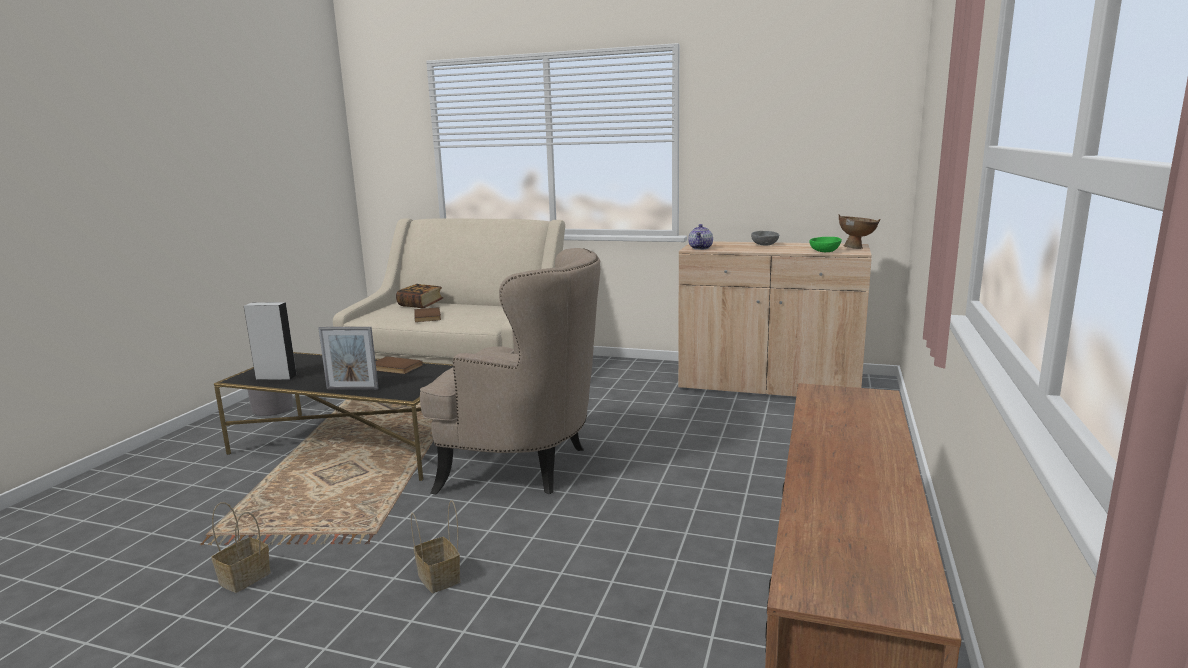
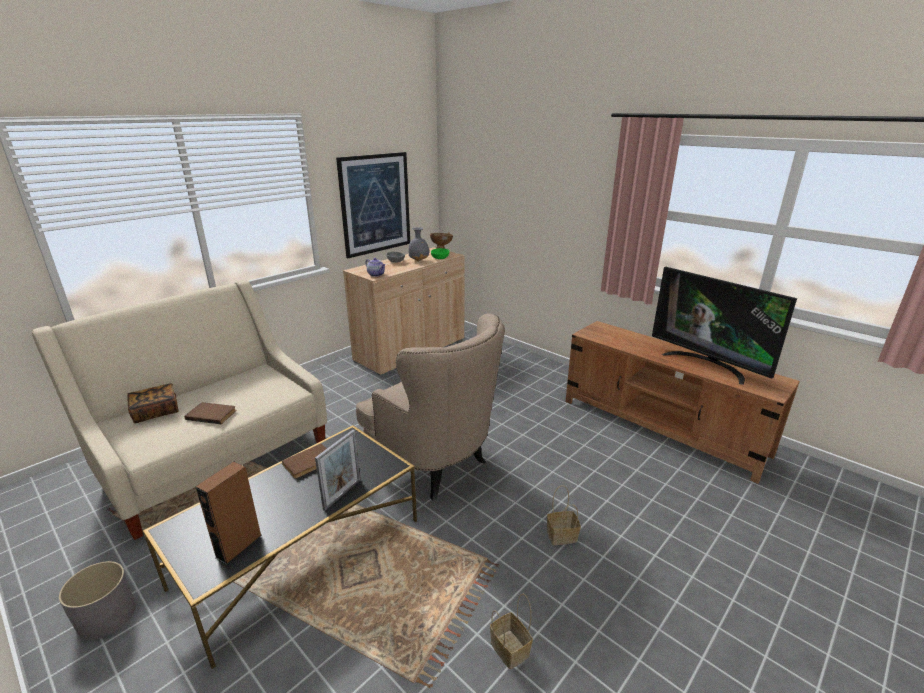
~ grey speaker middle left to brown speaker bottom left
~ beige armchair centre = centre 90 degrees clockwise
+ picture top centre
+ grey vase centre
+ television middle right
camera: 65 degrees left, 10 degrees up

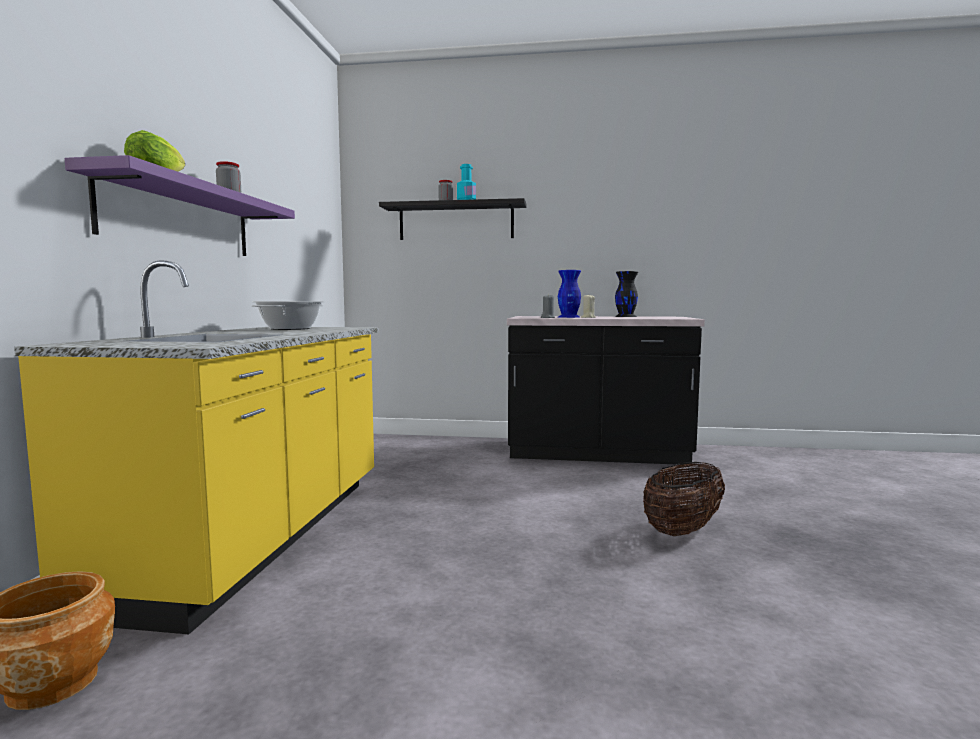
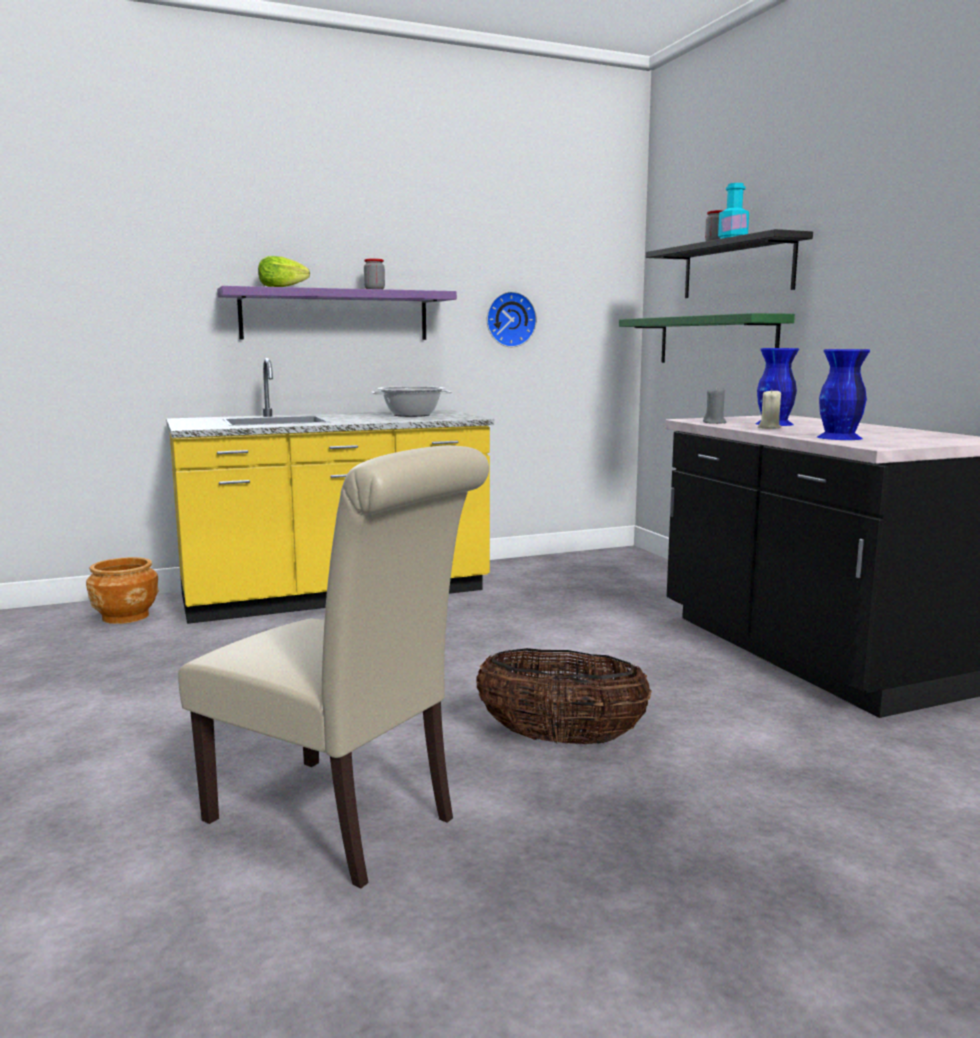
- black vase centre
+ beige chair centre
+ wall clock top centre
+ green shelf top right
+ blue vase (no. 2 from left) middle right
camera: 60 degrees right, 5 degrees up

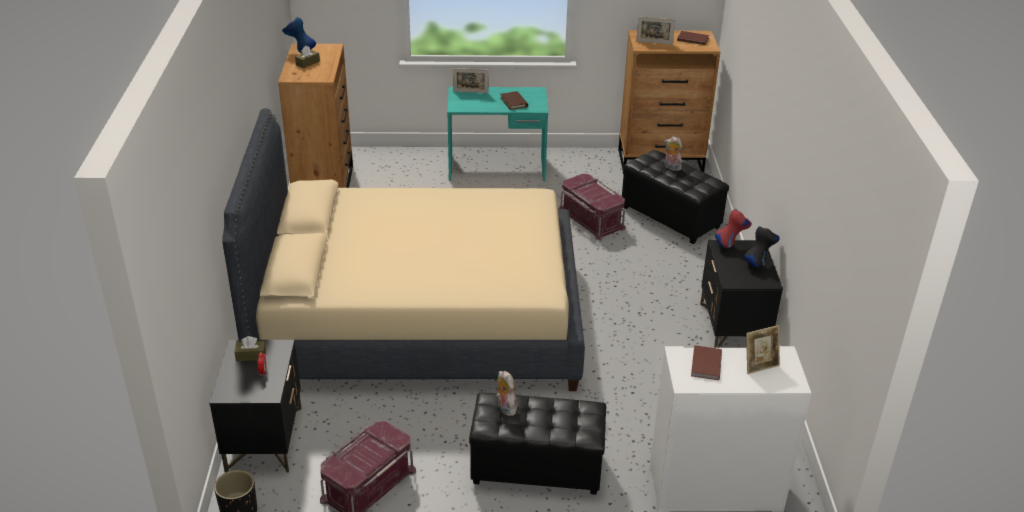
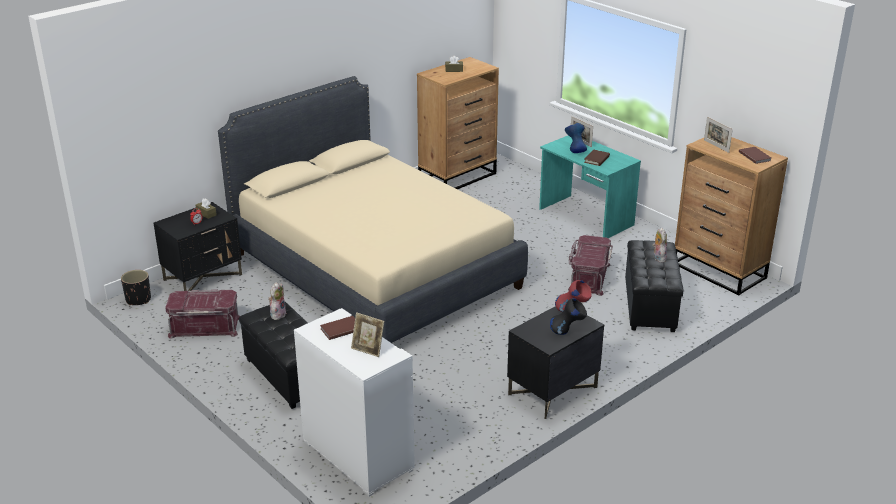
~ blue vase top left to top centre
camera: 50 degrees right, 5 degrees down

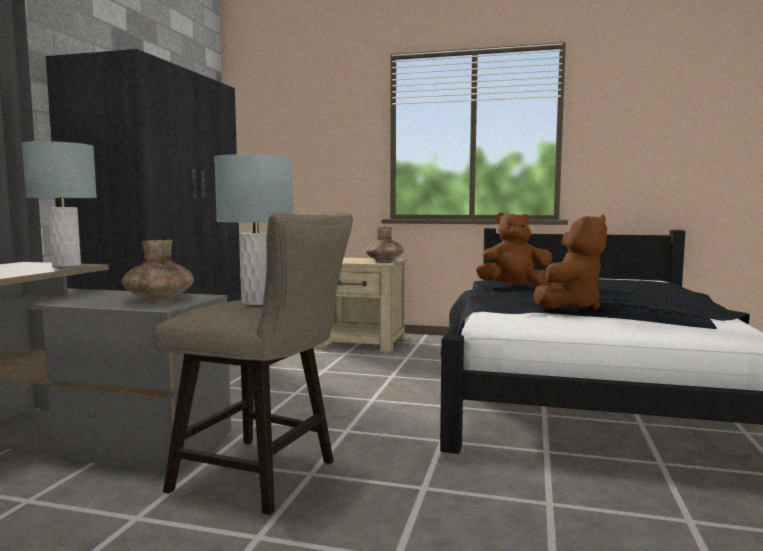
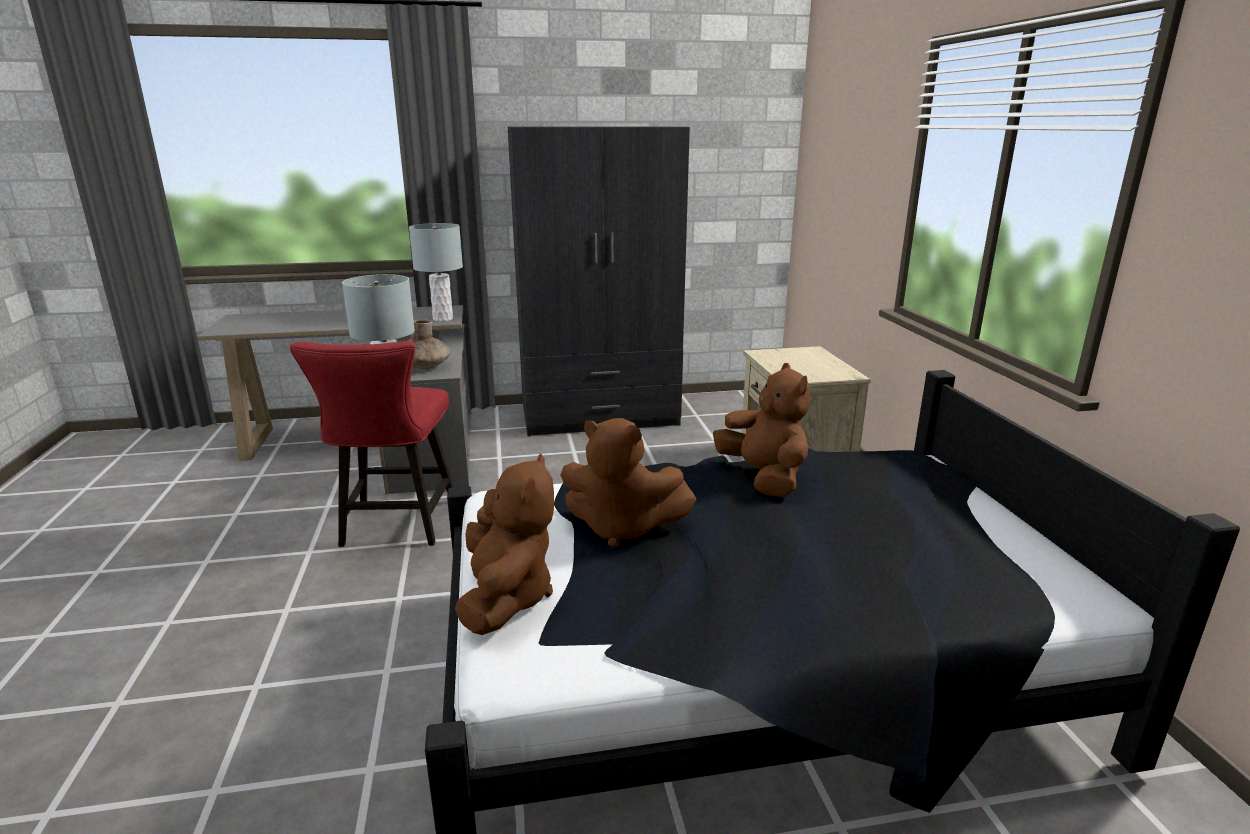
~ beige stool middle left to red stool middle left
- brown vase (no. 2 from left) centre
+ brown plush toy (no. 1 from left) centre
camera: 65 degrees right, 15 degrees up

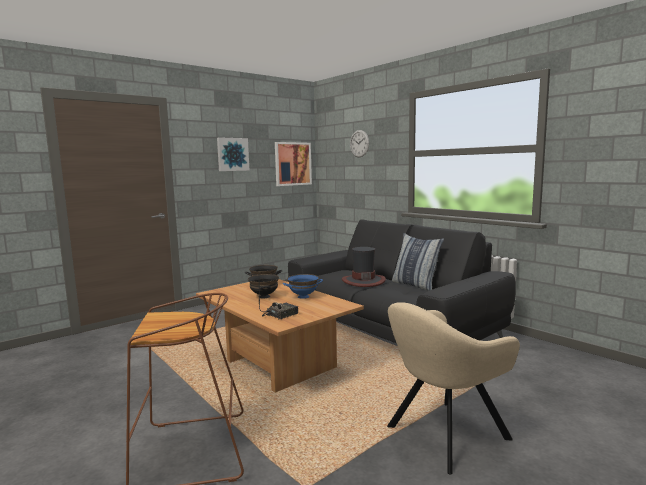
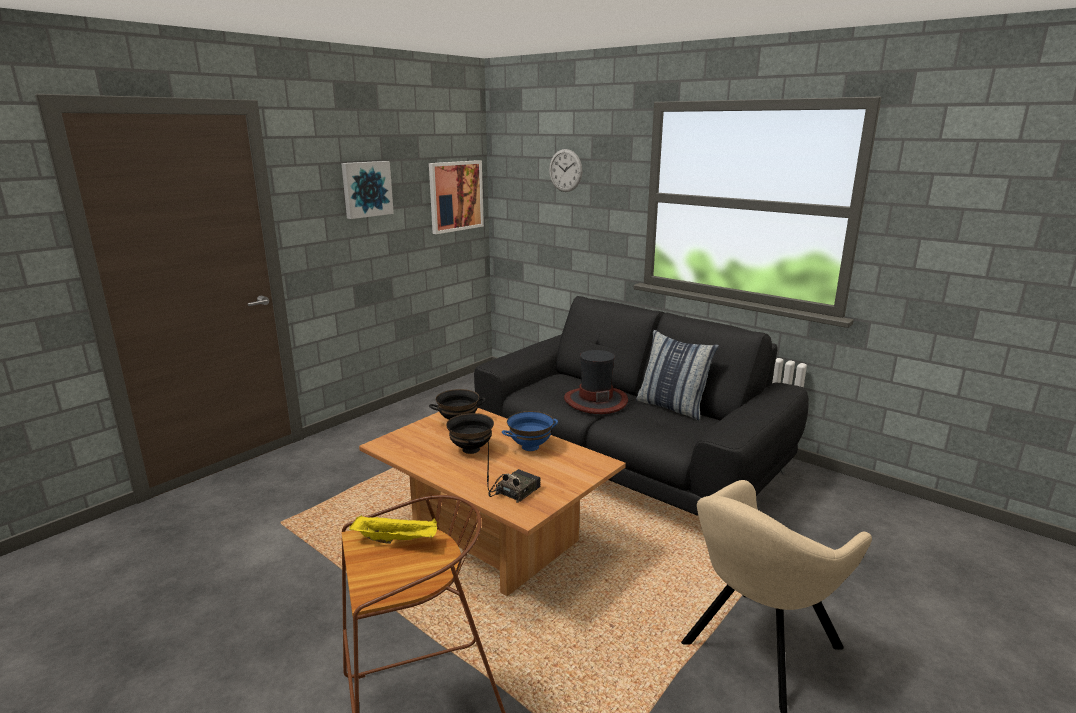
+ yellow tray bottom centre
camera: 10 degrees left, 10 degrees up

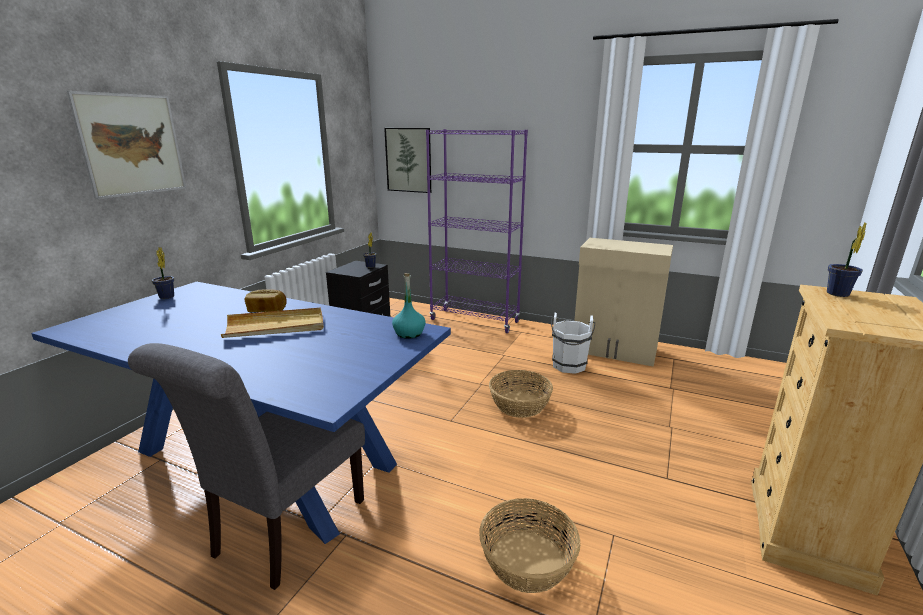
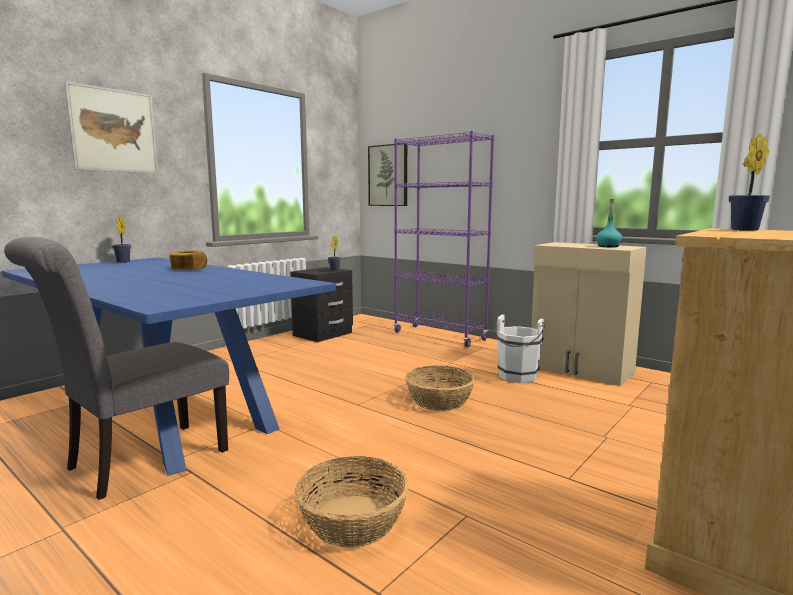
- beige tray middle left
~ turquoise bottle centre to middle right
camera: 15 degrees right, 10 degrees down

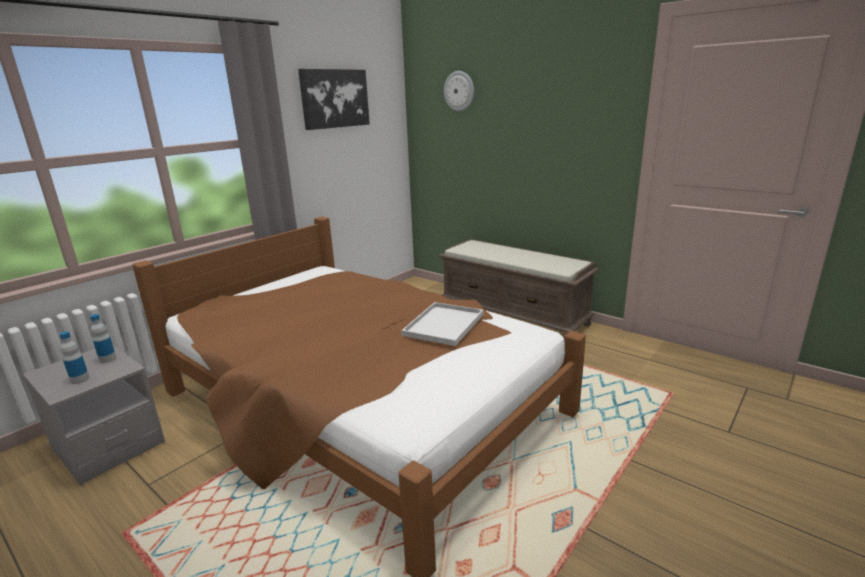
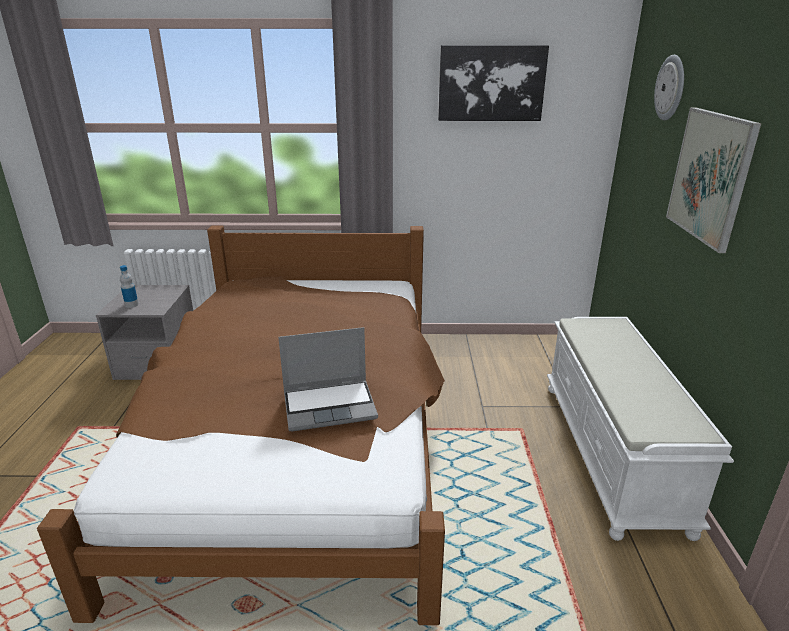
- bottle (no. 2 from left) middle left
~ white tray centre to laptop centre
~ brown bench centre to white bench bottom right
+ picture (no. 2 from left) top right
camera: 50 degrees right, 5 degrees up

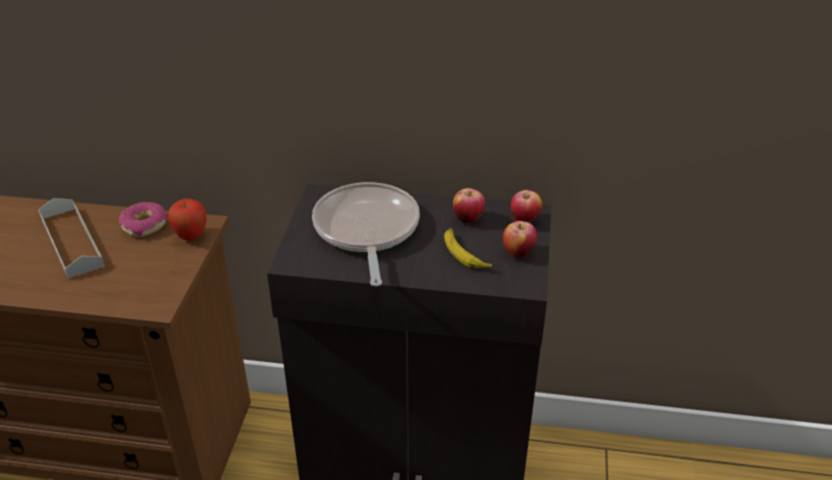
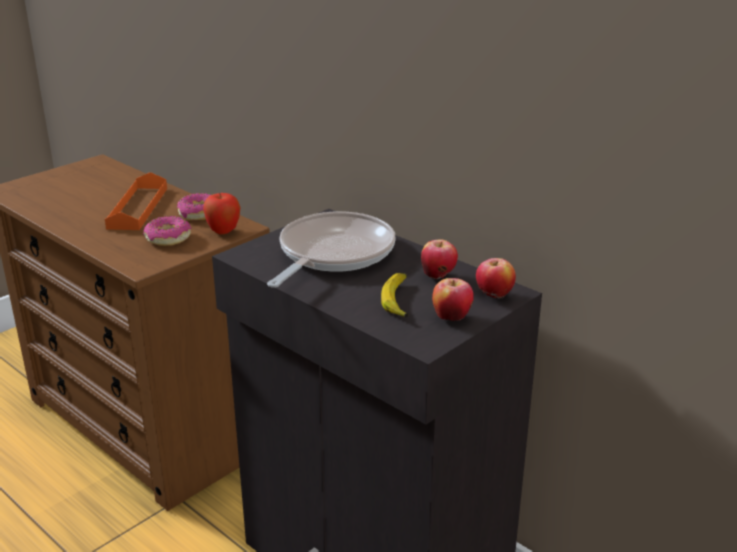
~ grey tray middle left to orange tray middle left
+ donut (no. 1 from left) middle left
camera: 35 degrees right, 10 degrees down

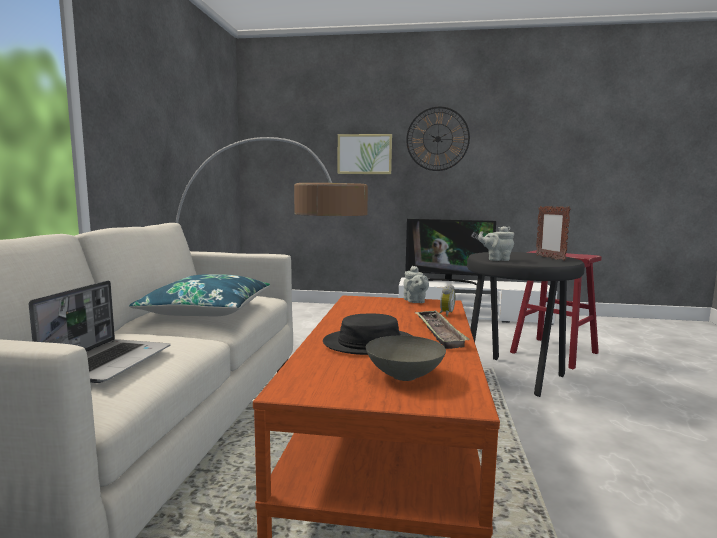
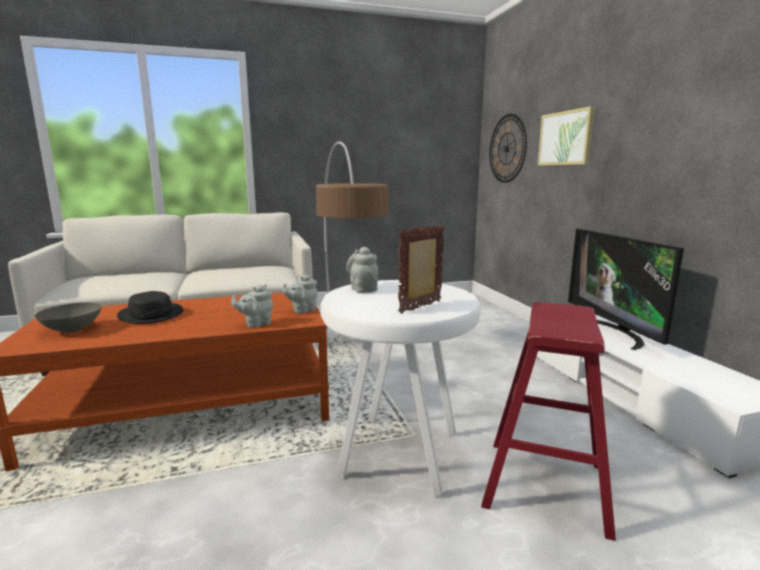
- laptop middle left
- blue pillow middle left
~ wall clock top centre to top right
- tray centre
~ alarm clock centre to grey teapot (no. 1 from left) middle left
~ black stool middle right to white stool bottom centre
camera: 65 degrees right, 5 degrees up

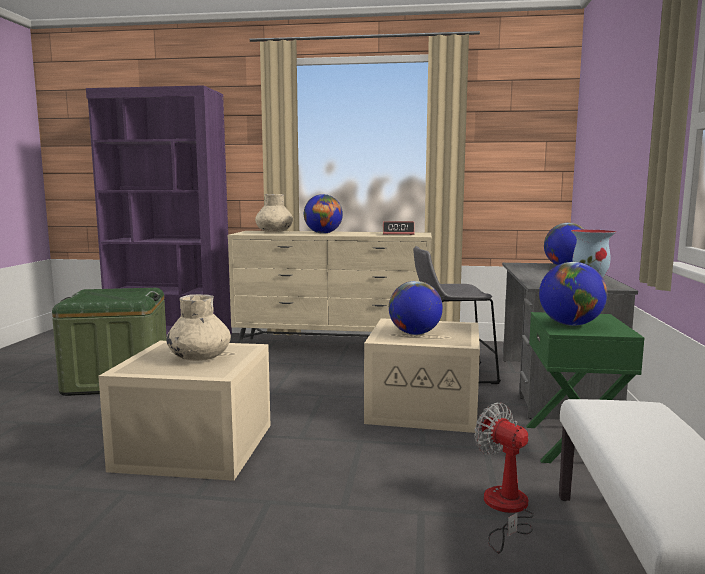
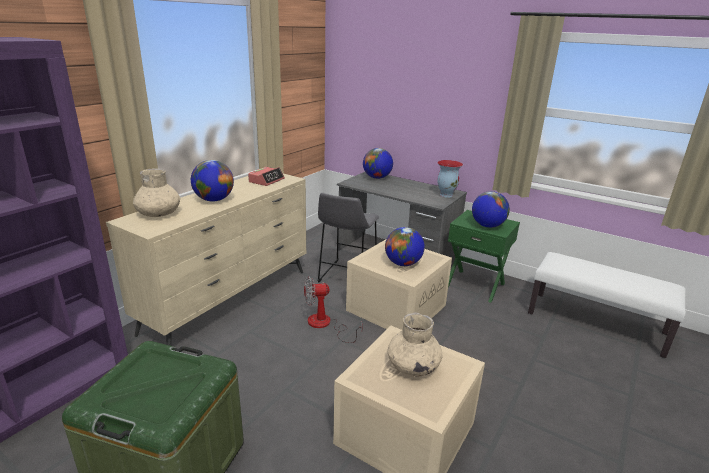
~ fan bottom right to centre
camera: 65 degrees left, 15 degrees up

